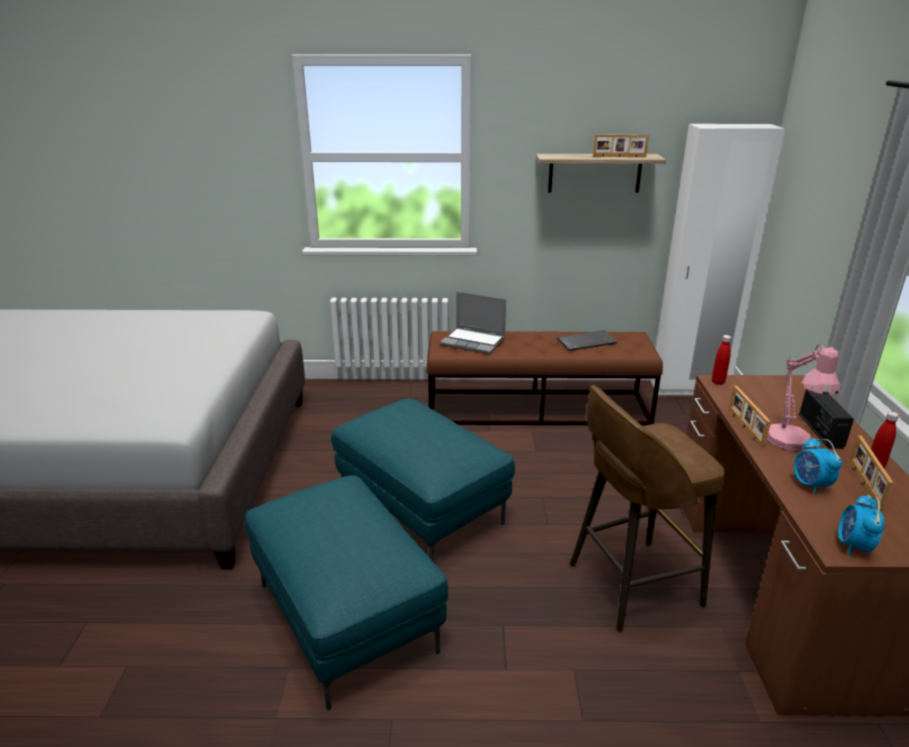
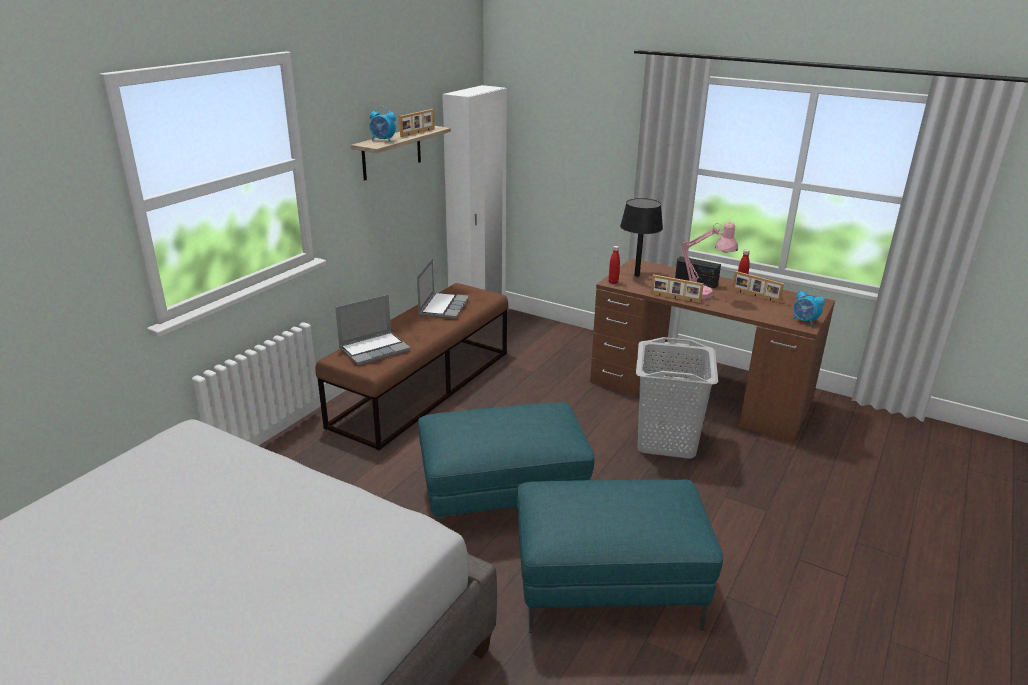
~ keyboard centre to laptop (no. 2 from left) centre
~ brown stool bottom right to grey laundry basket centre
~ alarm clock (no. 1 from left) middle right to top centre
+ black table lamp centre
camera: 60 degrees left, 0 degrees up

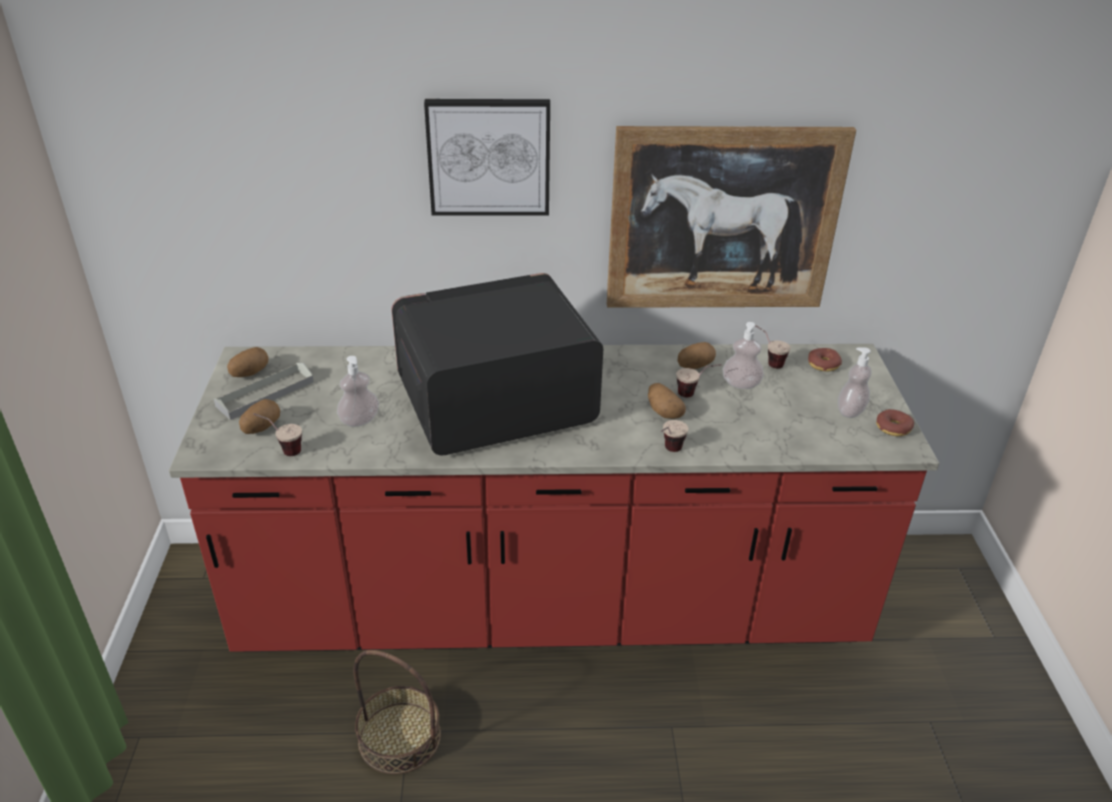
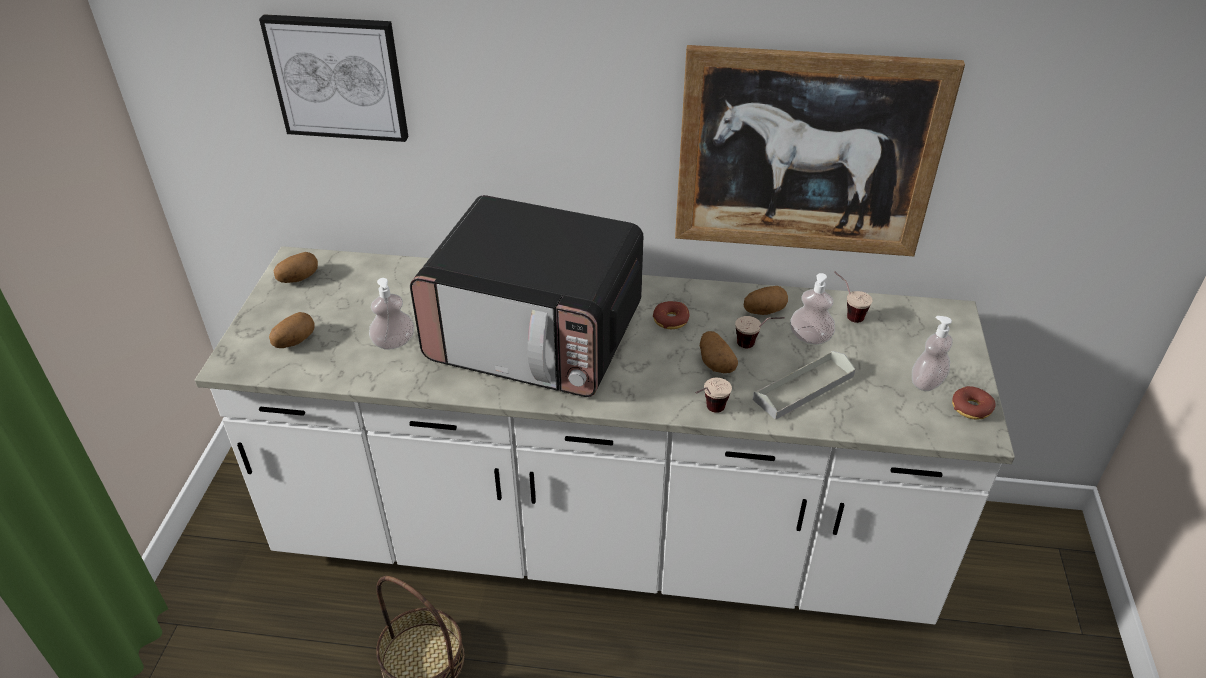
~ red counter centre to white counter centre
~ grey tray middle left to middle right
- cup (no. 1 from left) middle left
~ microwave centre = centre 150 degrees counterclockwise
~ picture (no. 1 from left) top centre to top left
~ donut (no. 1 from left) middle right to centre
camera: 10 degrees right, 5 degrees up

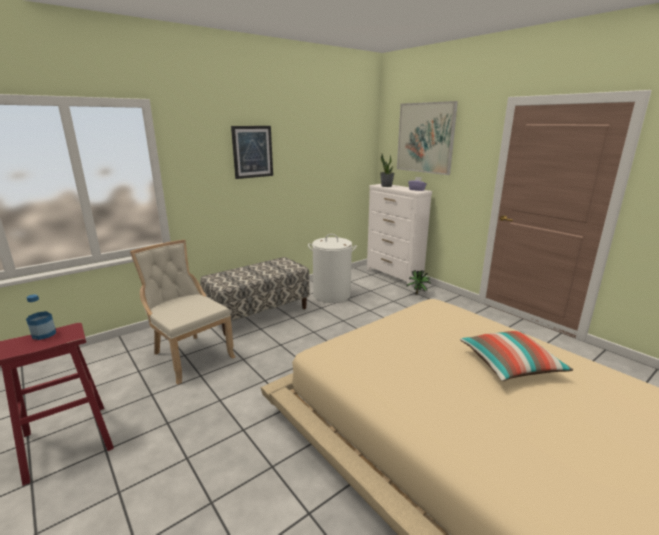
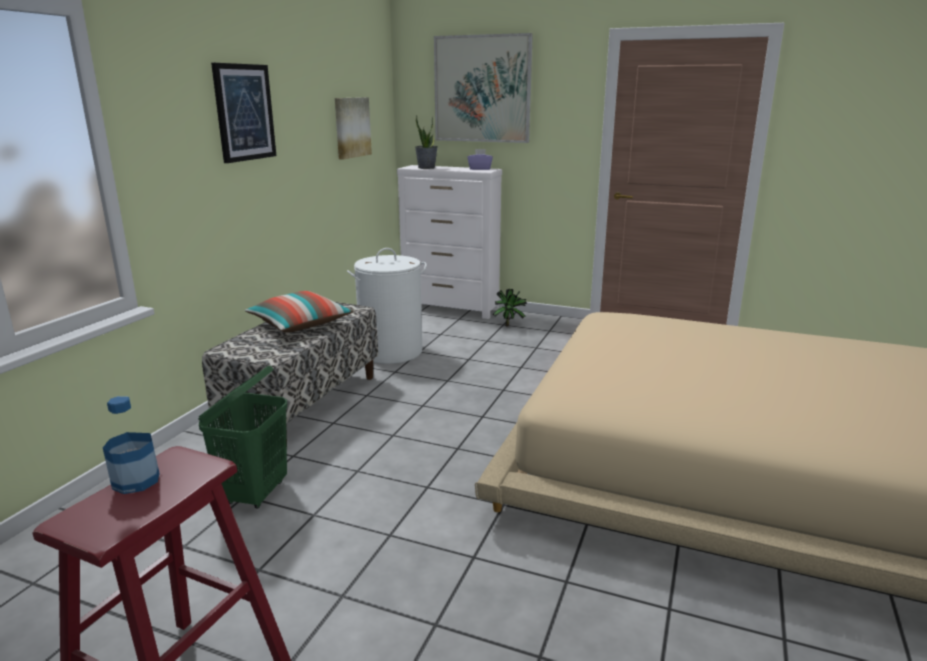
~ beige chair middle left to green laundry basket middle left
~ pillow middle right to middle left
+ picture (no. 2 from left) top centre
camera: 30 degrees left, 0 degrees up

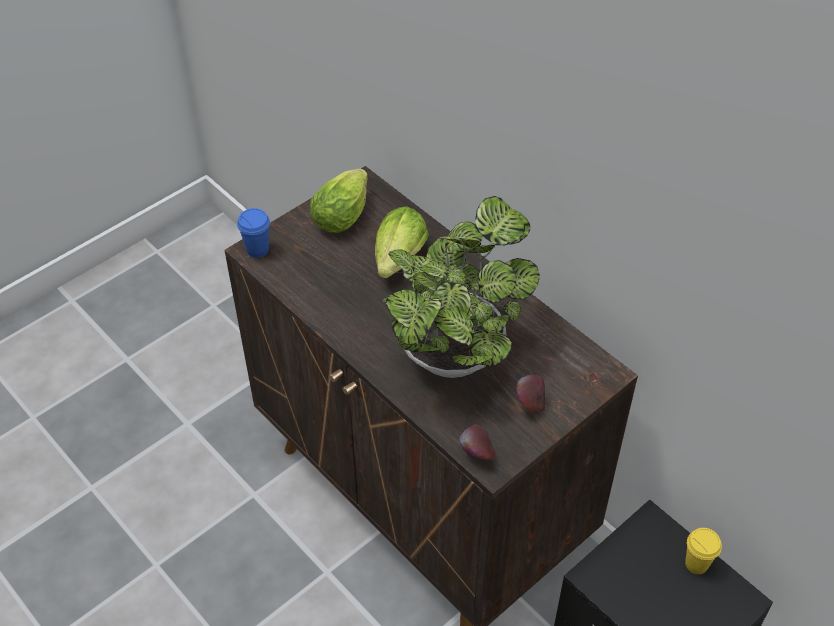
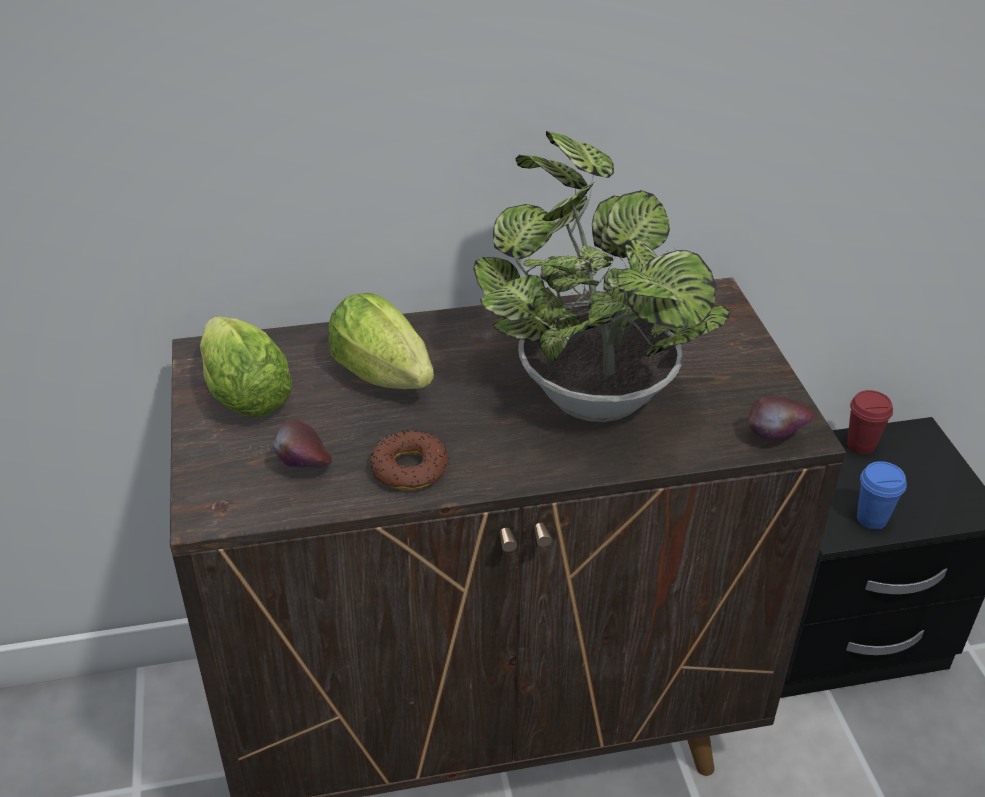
~ blue cup middle left to middle right
~ apple (no. 2 from left in the first image) centre to apple (no. 1 from left) middle left
~ yellow cup bottom right to red cup middle right
+ donut centre
camera: 60 degrees left, 10 degrees down

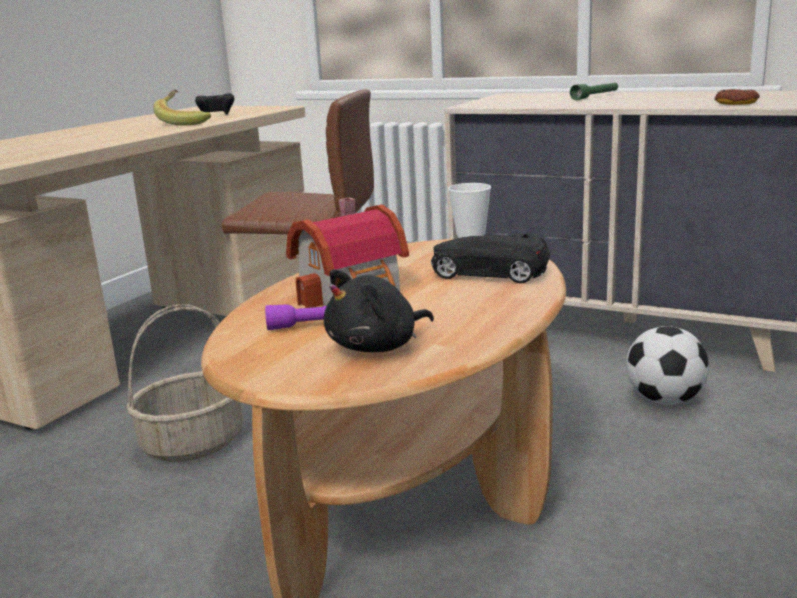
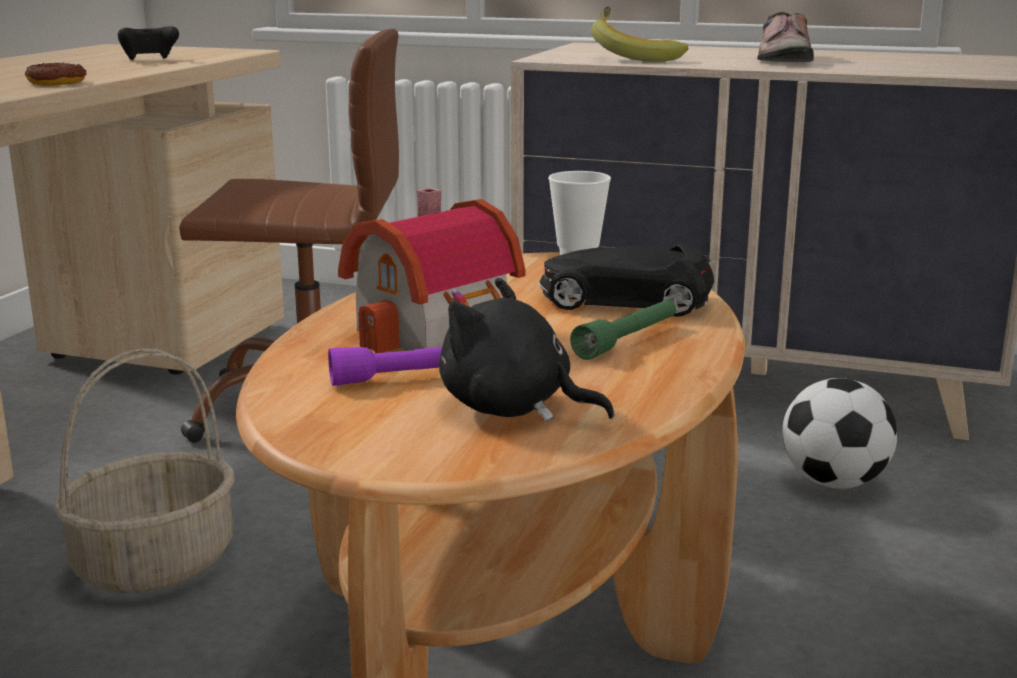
~ banana top left to top centre
~ black plush toy centre = centre 75 degrees clockwise
~ green flashlight top right to centre
~ donut top right to top left
+ shoe top right
camera: 10 degrees left, 0 degrees up

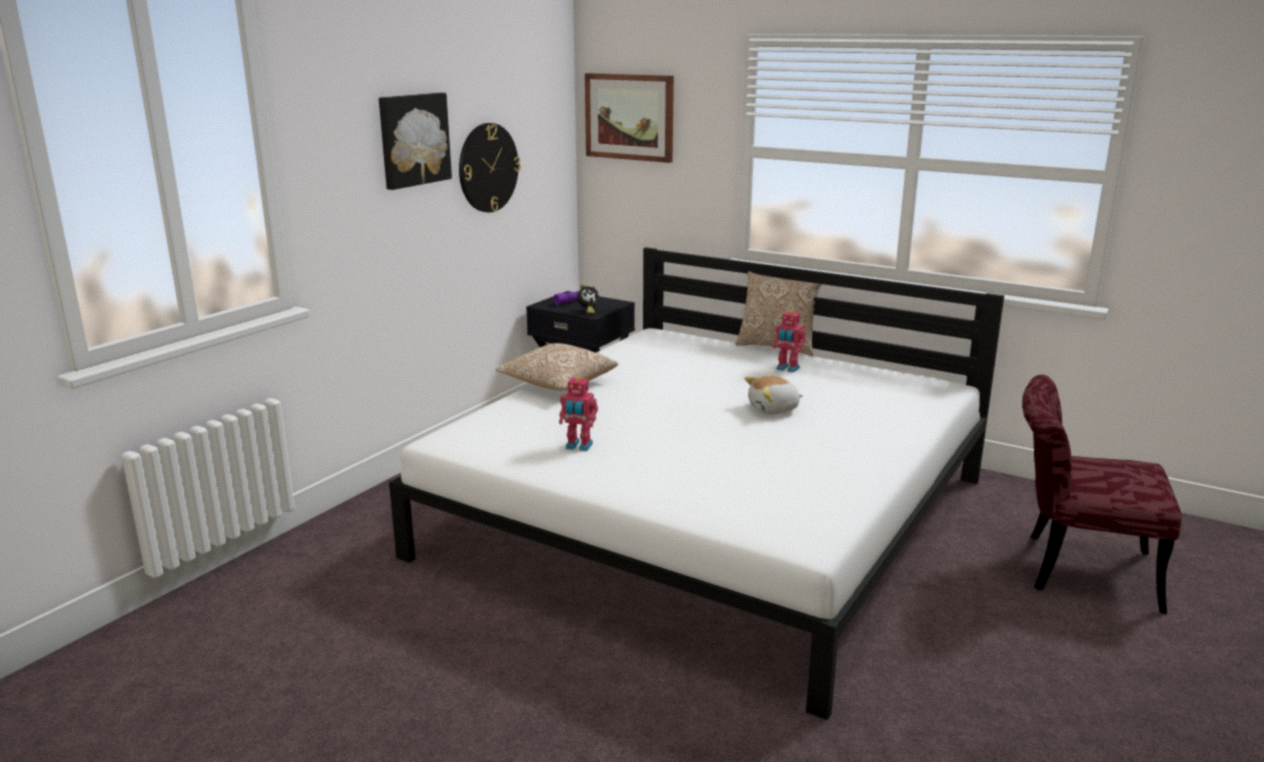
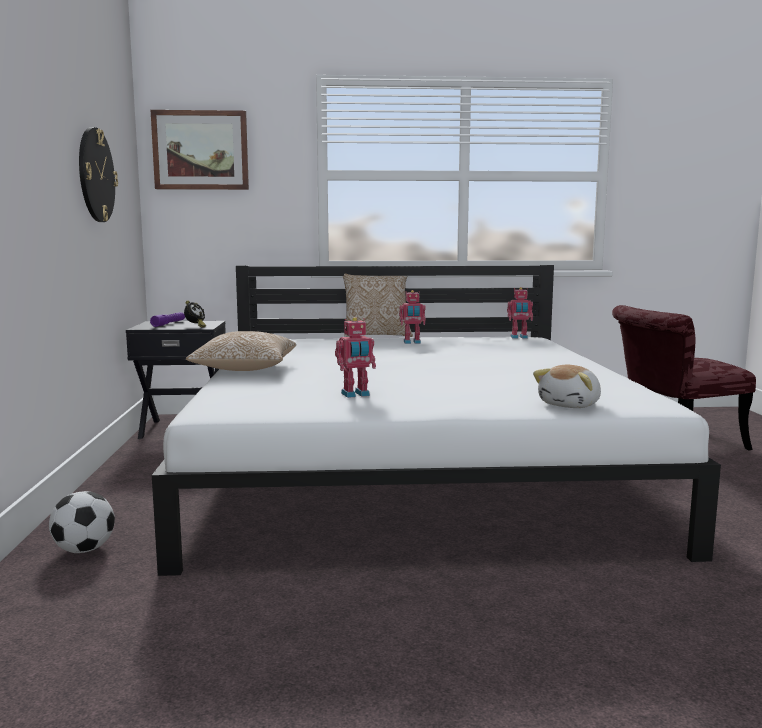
- picture (no. 1 from left) top left
~ plush toy centre to middle right
+ football bottom left
+ toy robot (no. 3 from left) middle right
camera: 35 degrees left, 10 degrees down

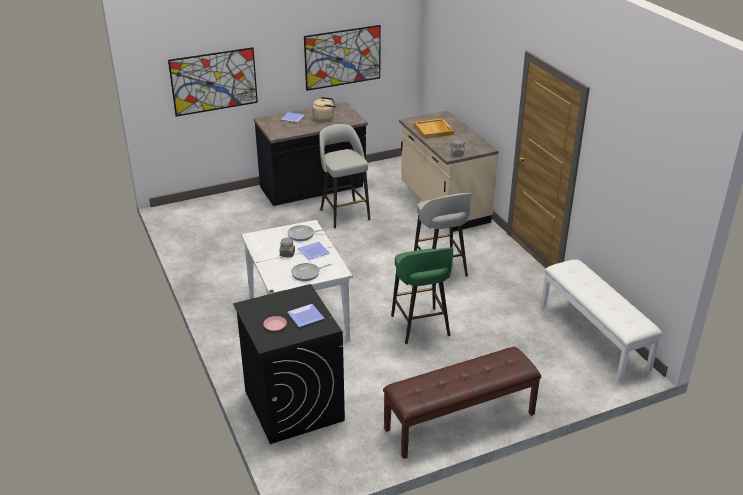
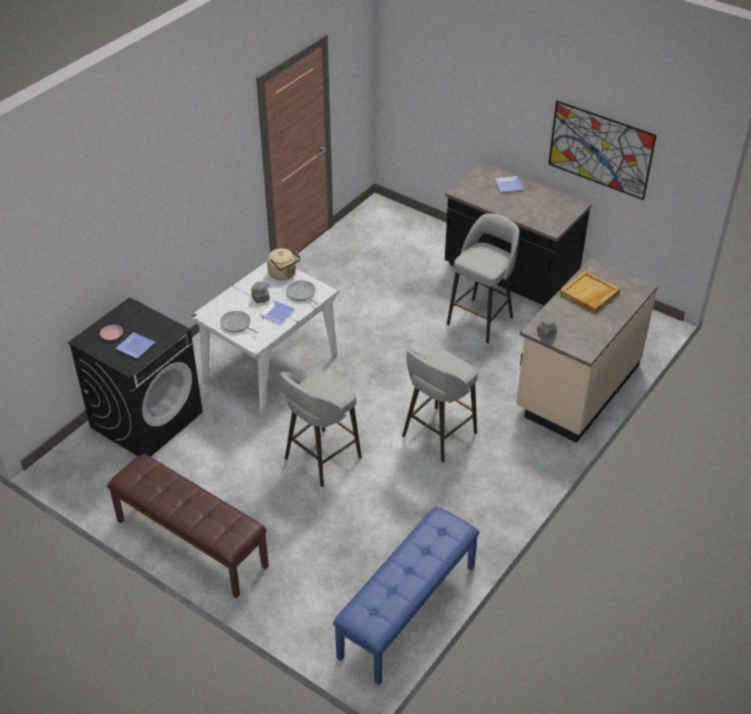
- picture (no. 1 from left) top left
~ beige kettle top centre to centre
~ green stool centre to grey stool (no. 1 from left) centre
~ white bench middle right to blue bench bottom centre
camera: 60 degrees right, 10 degrees up

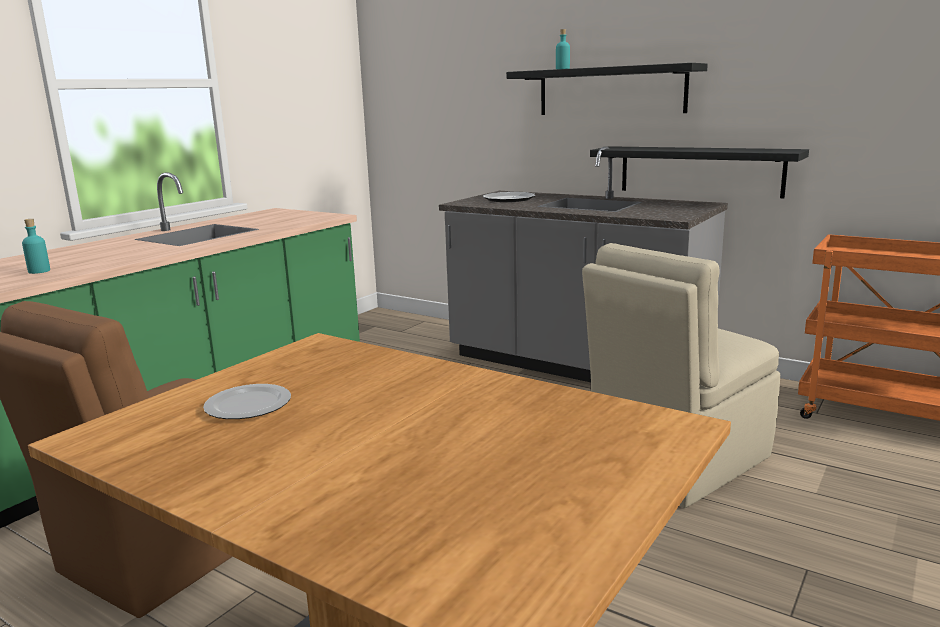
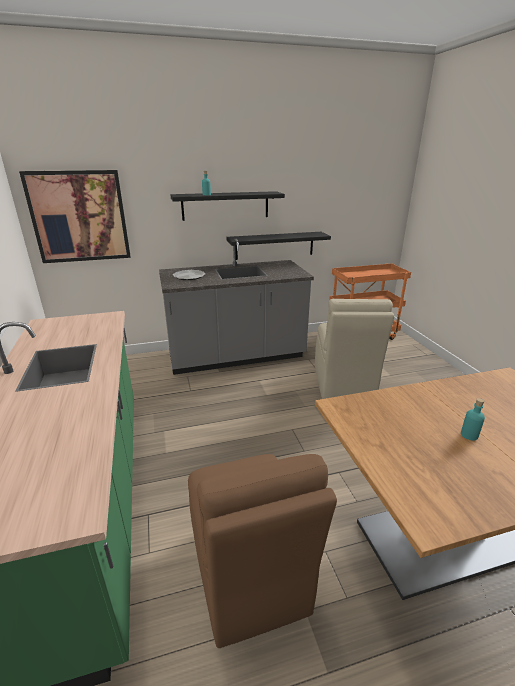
~ turquoise bottle (no. 1 from left in the first image) middle left to turquoise bottle (no. 2 from left) middle right
- plate (no. 1 from left) middle left
+ picture top left
camera: 50 degrees left, 10 degrees up

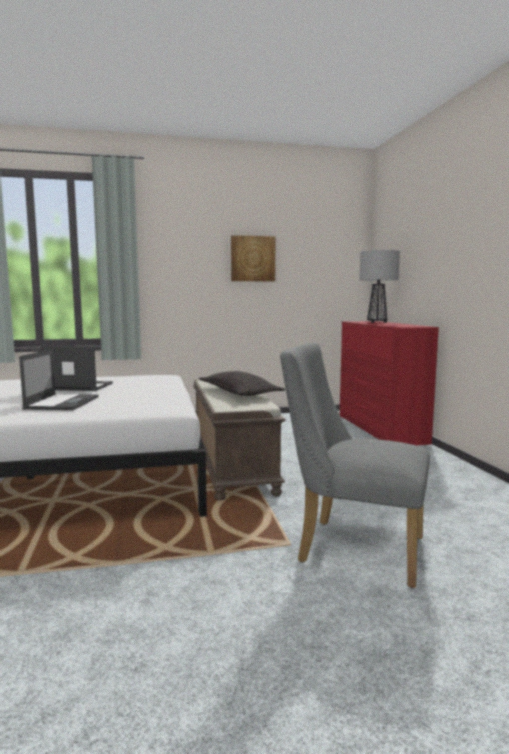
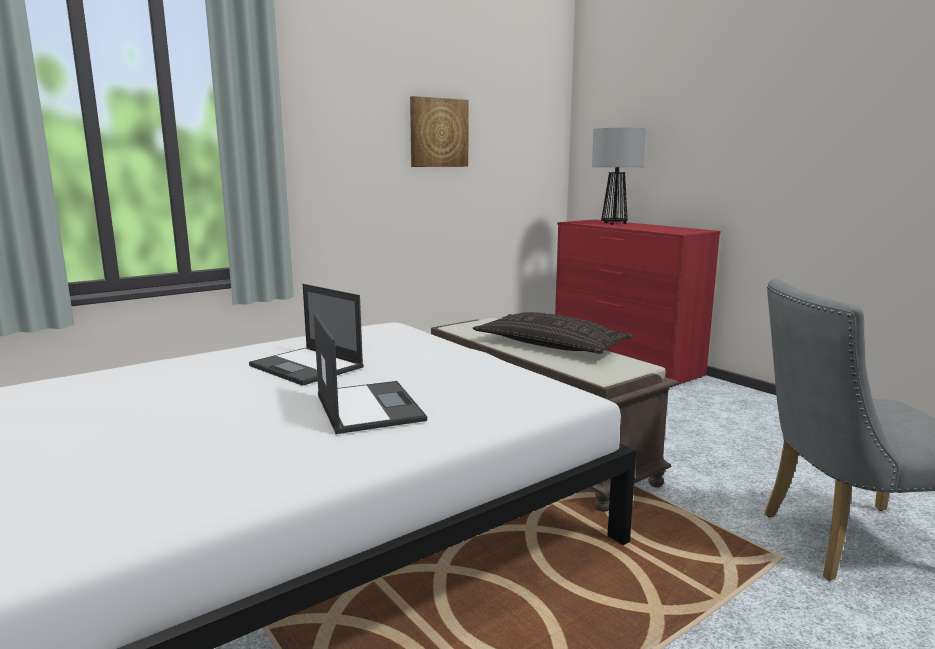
~ laptop (no. 2 from left in the first image) middle left = middle left 120 degrees counterclockwise
camera: 25 degrees left, 5 degrees up

